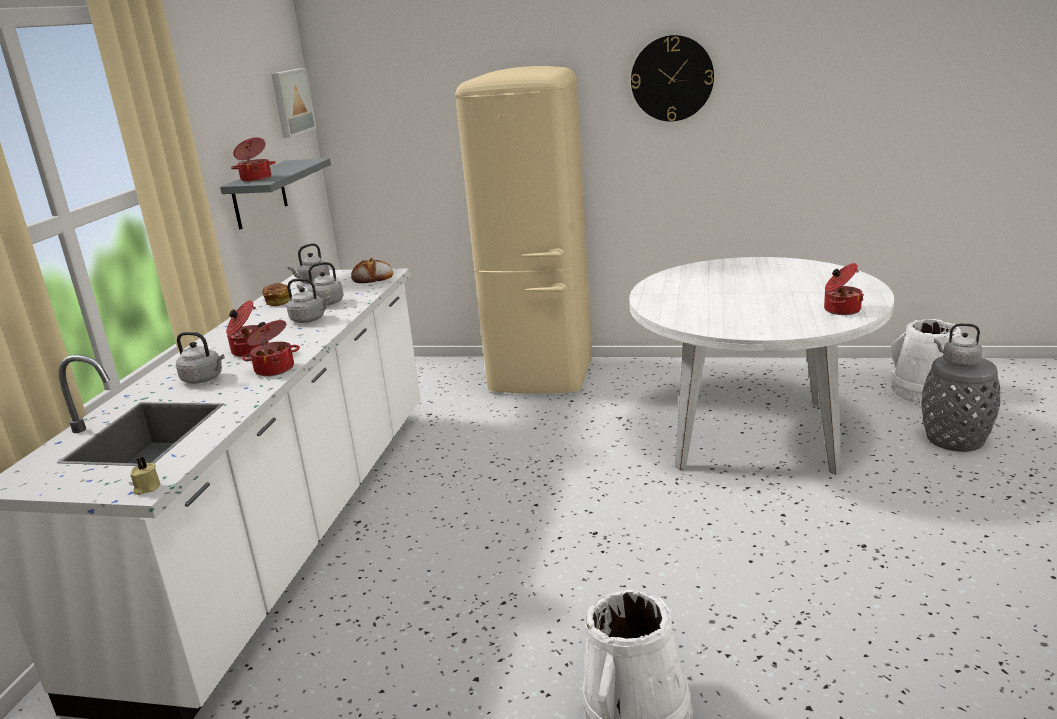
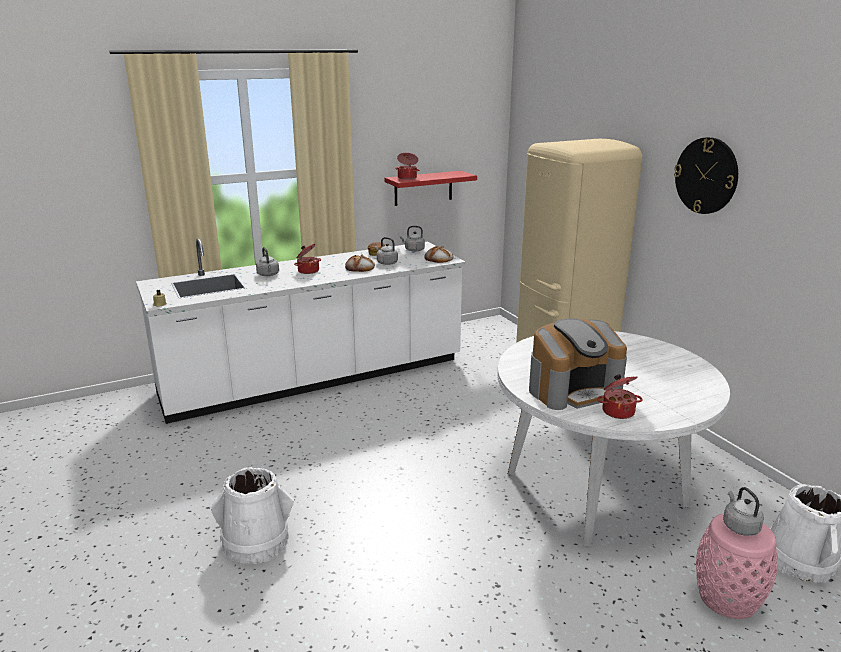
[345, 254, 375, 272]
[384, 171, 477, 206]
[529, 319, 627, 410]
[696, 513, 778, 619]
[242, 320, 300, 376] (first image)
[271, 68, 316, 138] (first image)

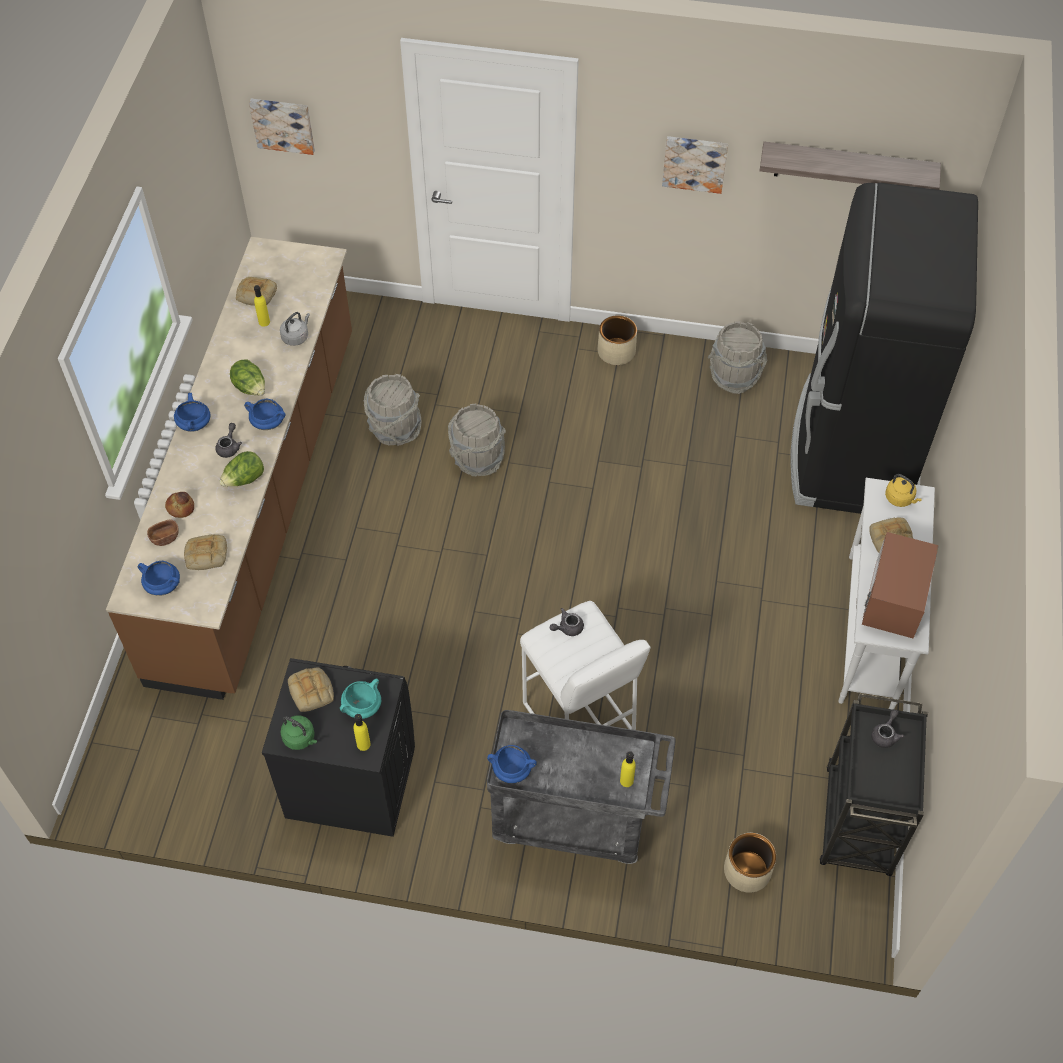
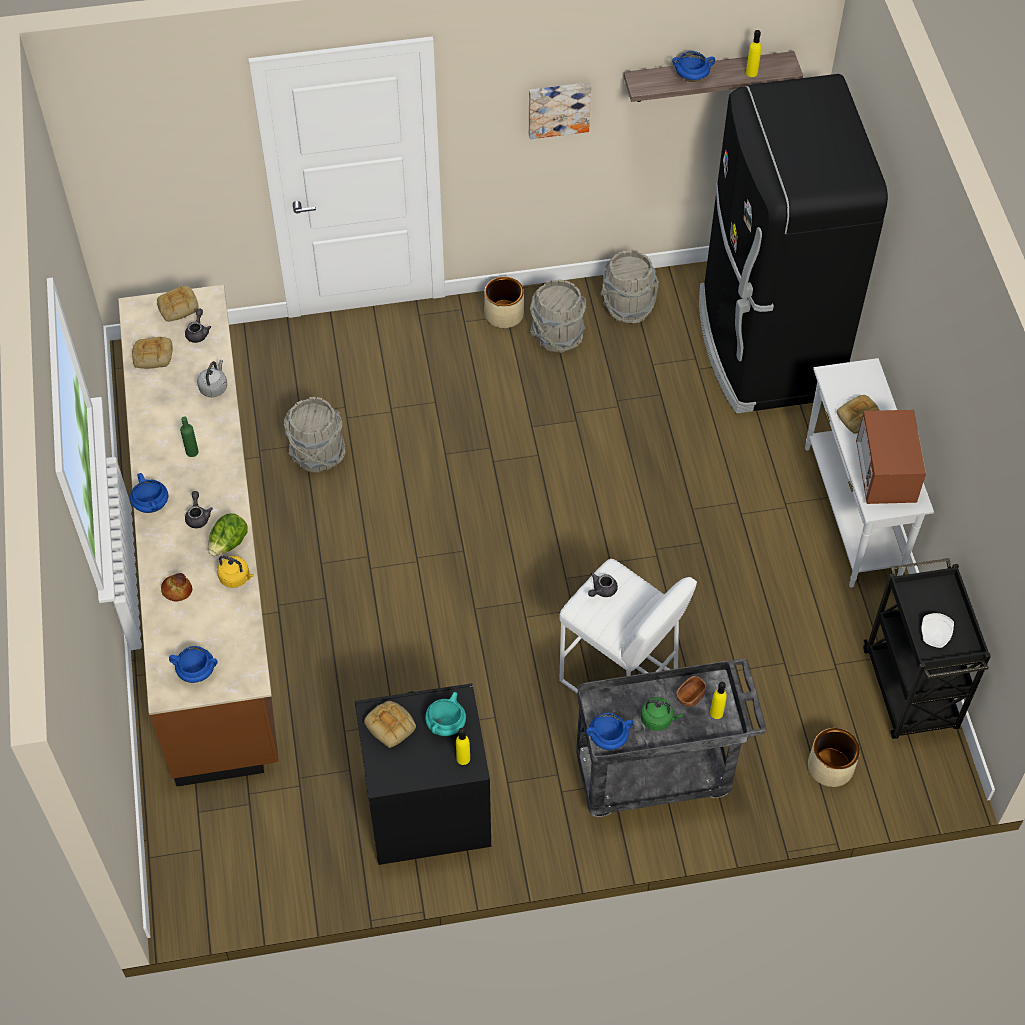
[157, 286, 199, 322]
[180, 417, 199, 457]
[185, 309, 211, 343]
[217, 556, 254, 588]
[530, 280, 587, 353]
[641, 697, 683, 731]
[672, 51, 715, 82]
[676, 676, 706, 707]
[746, 30, 761, 77]
[921, 613, 954, 648]
[249, 99, 315, 155] (first image)

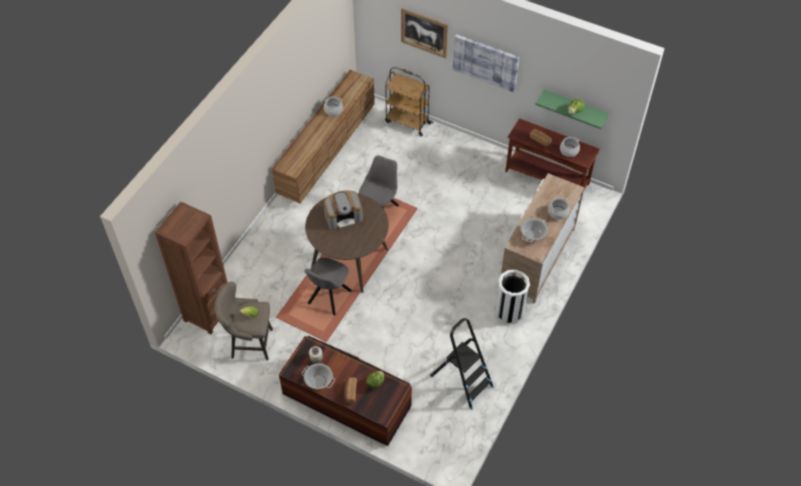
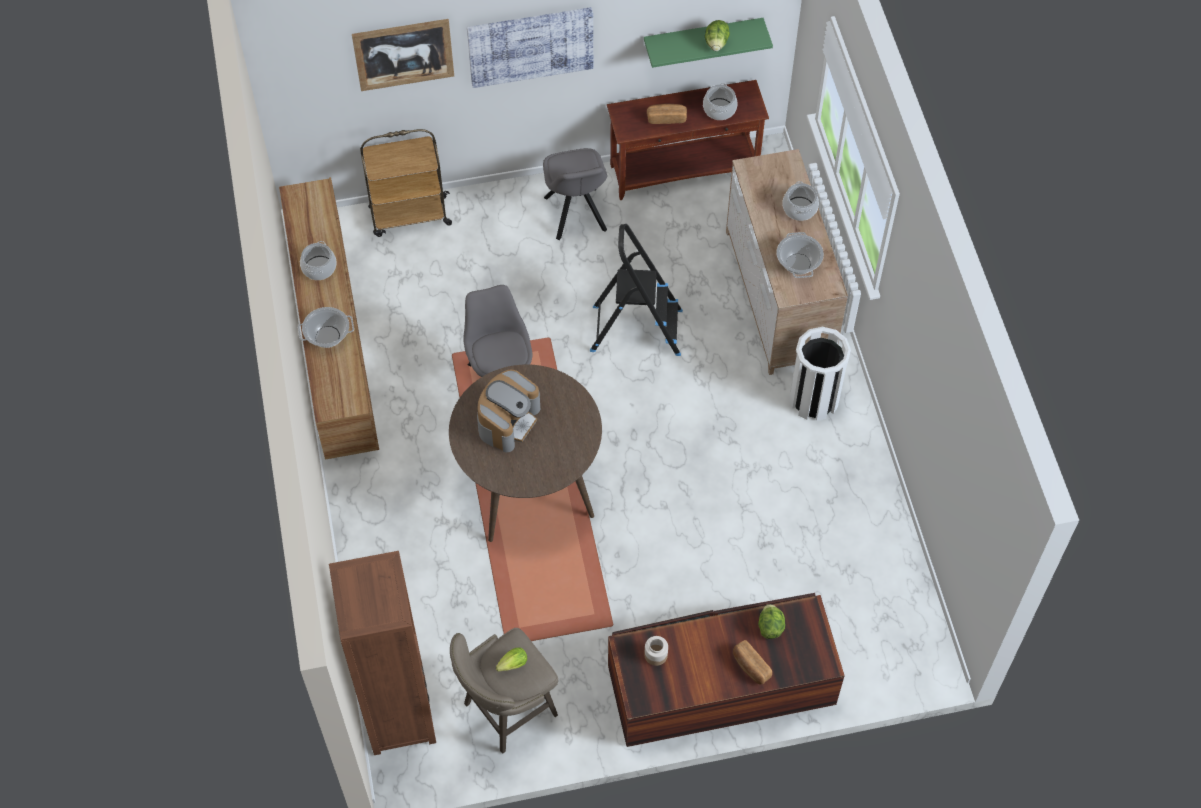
[298, 307, 354, 348]
[543, 148, 607, 240]
[590, 224, 683, 356]

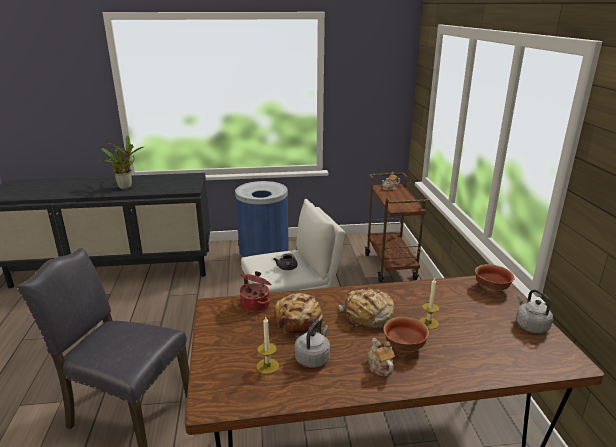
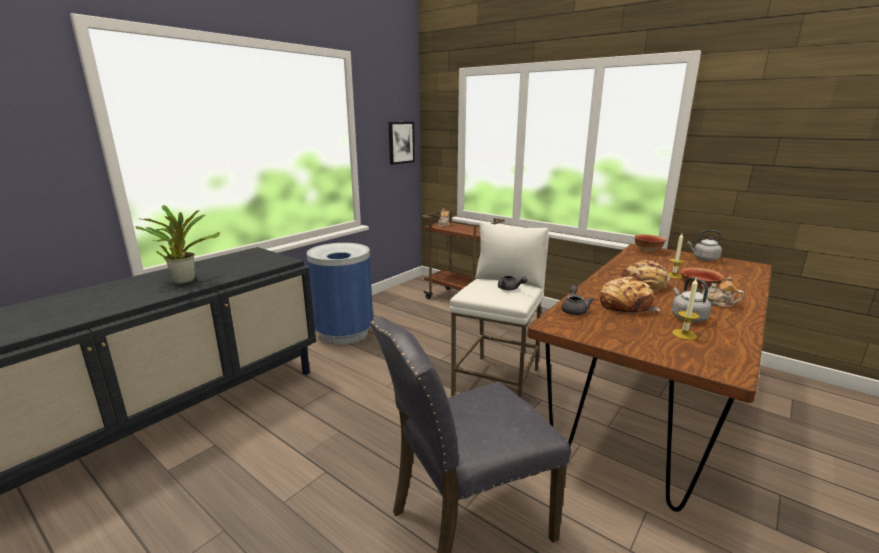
[389, 122, 415, 165]
[561, 285, 594, 315]

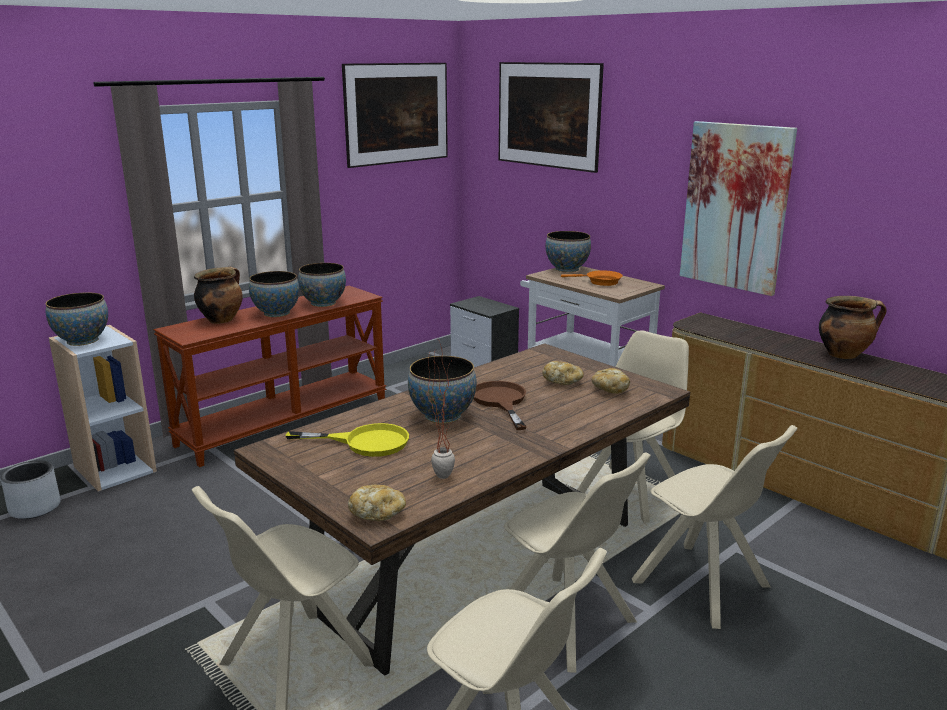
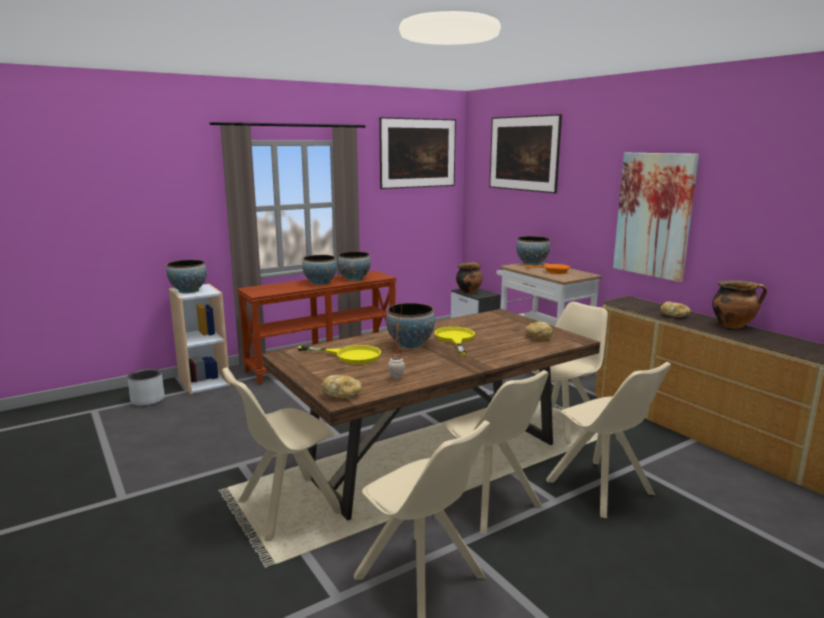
[435, 327, 475, 356]
[456, 262, 483, 294]
[660, 302, 691, 317]

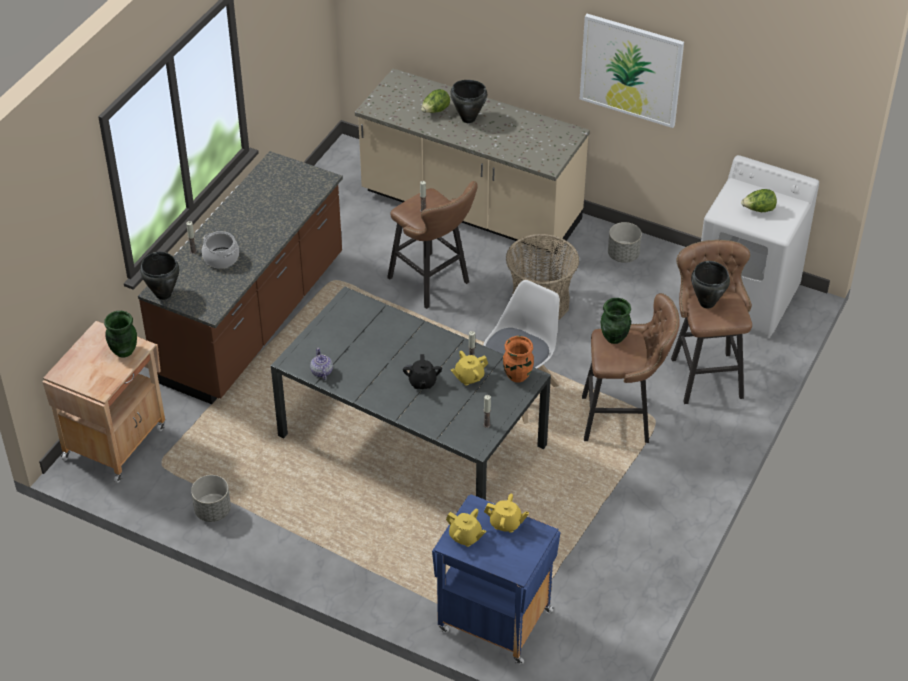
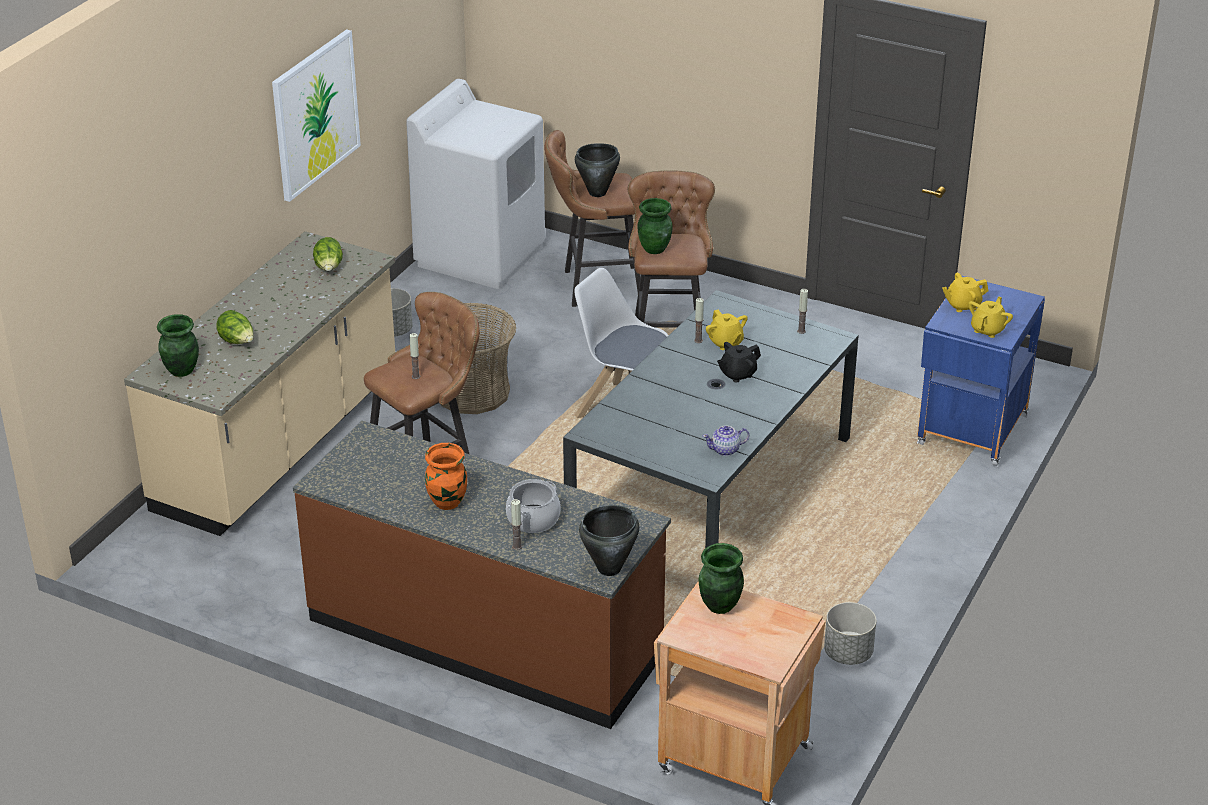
[157, 314, 199, 377]
[313, 237, 343, 271]
[425, 443, 467, 510]
[717, 342, 761, 383]
[942, 273, 988, 312]
[450, 80, 487, 123] (first image)

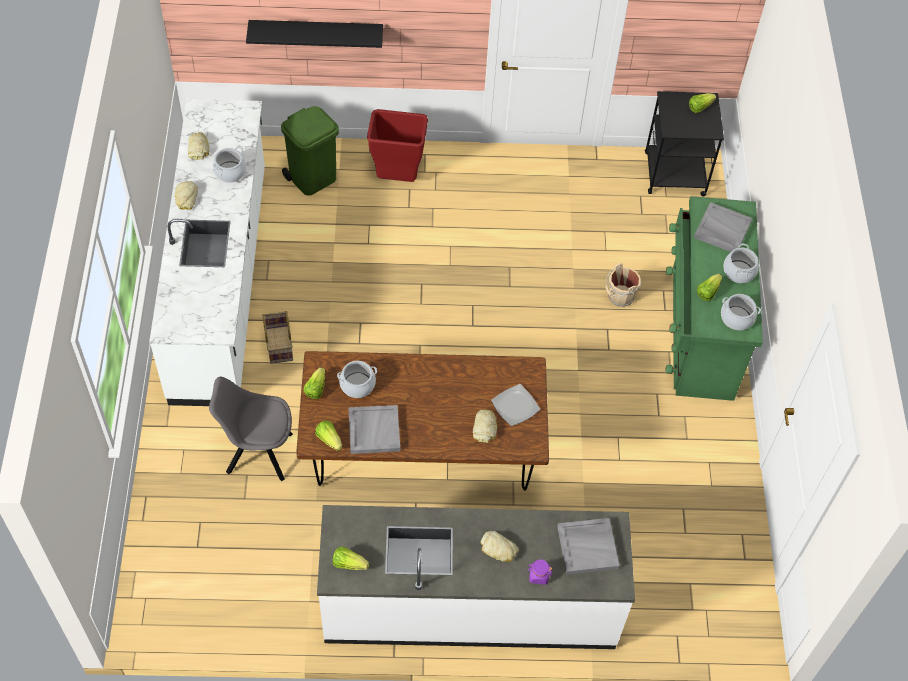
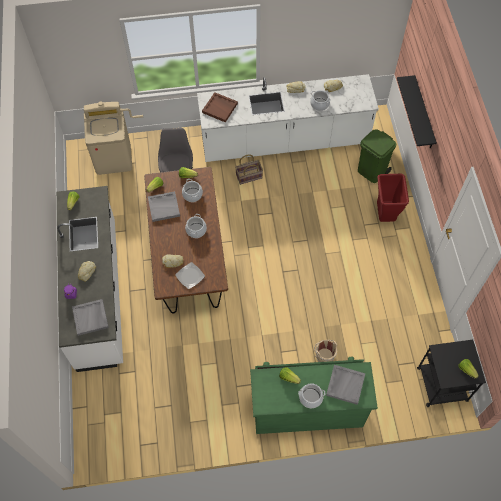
[84, 101, 143, 175]
[185, 214, 207, 238]
[202, 92, 238, 123]

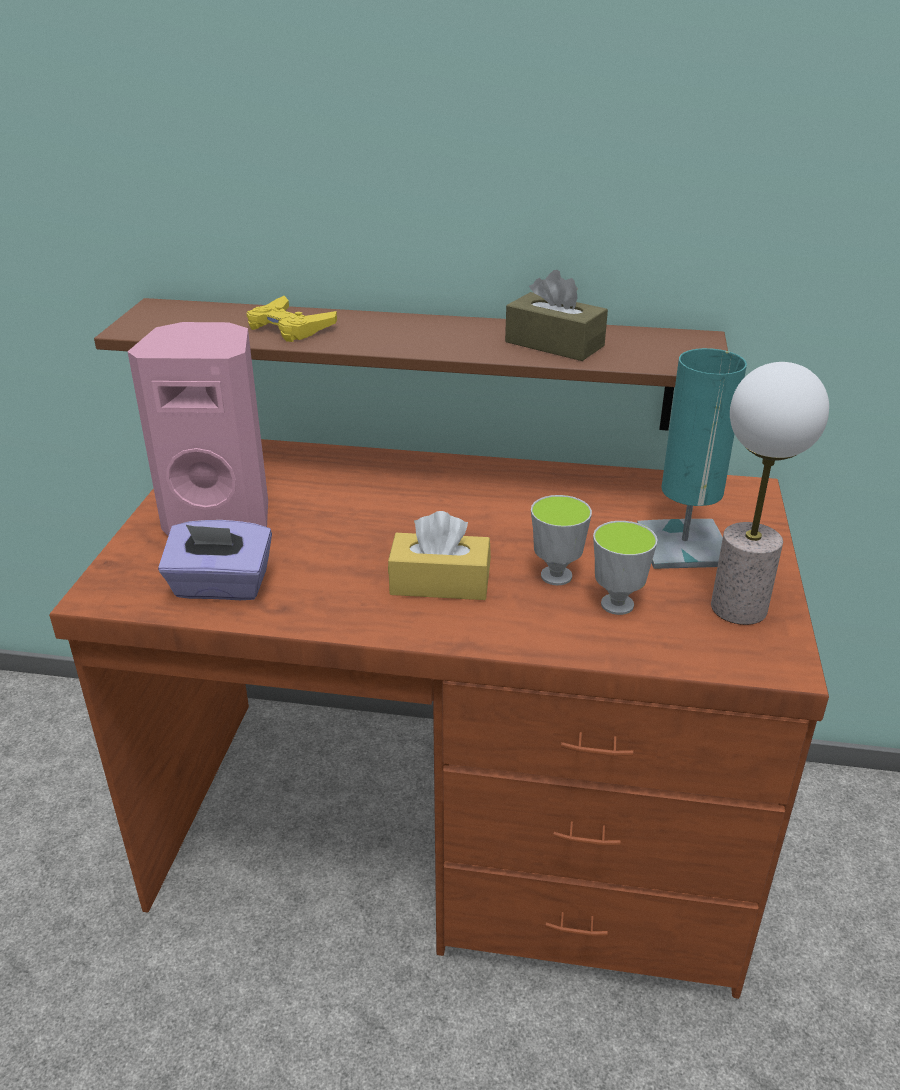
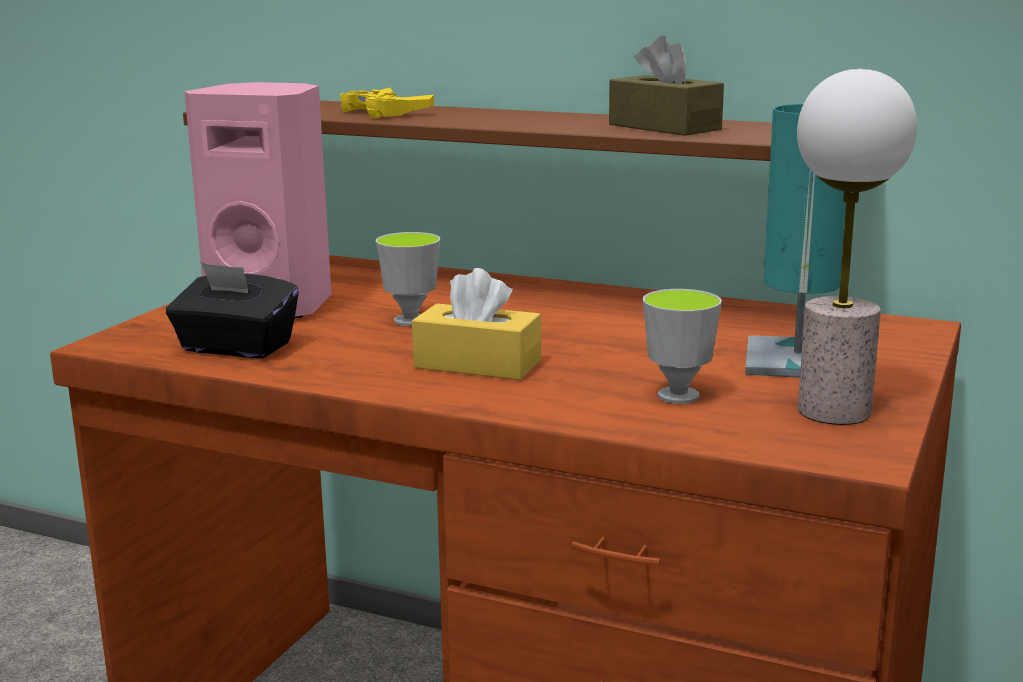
[166, 262, 299, 358]
[376, 232, 440, 326]

